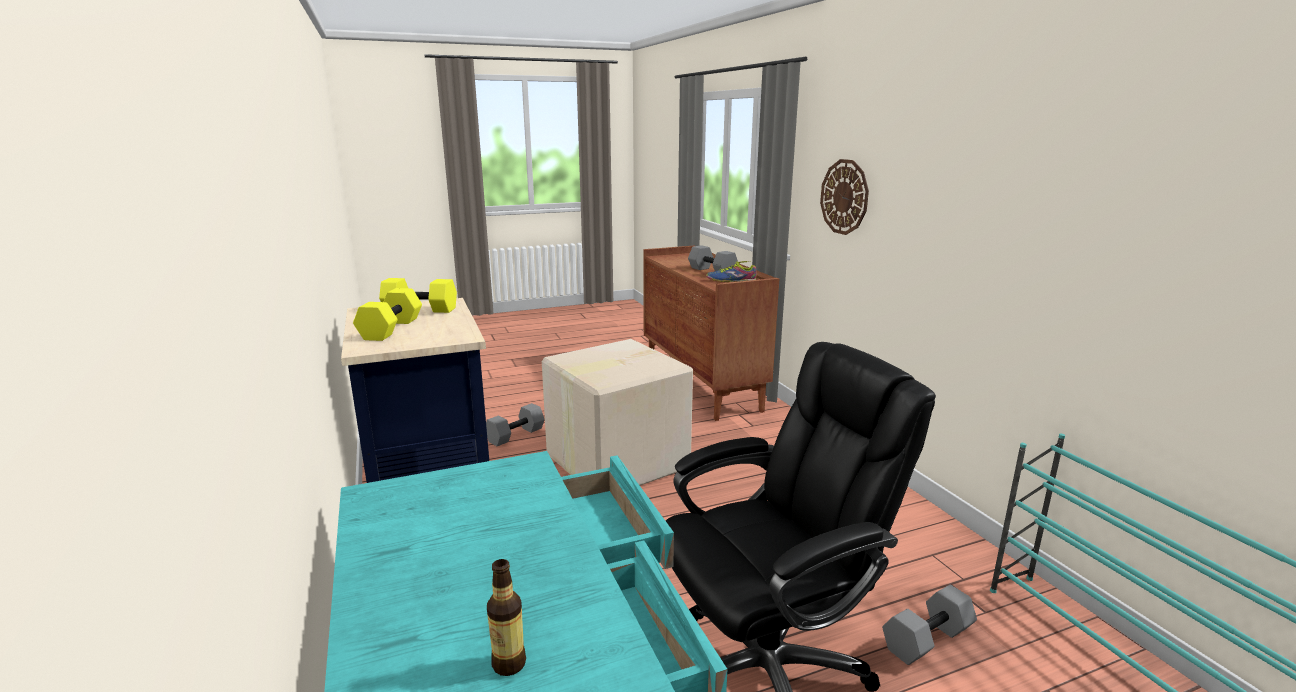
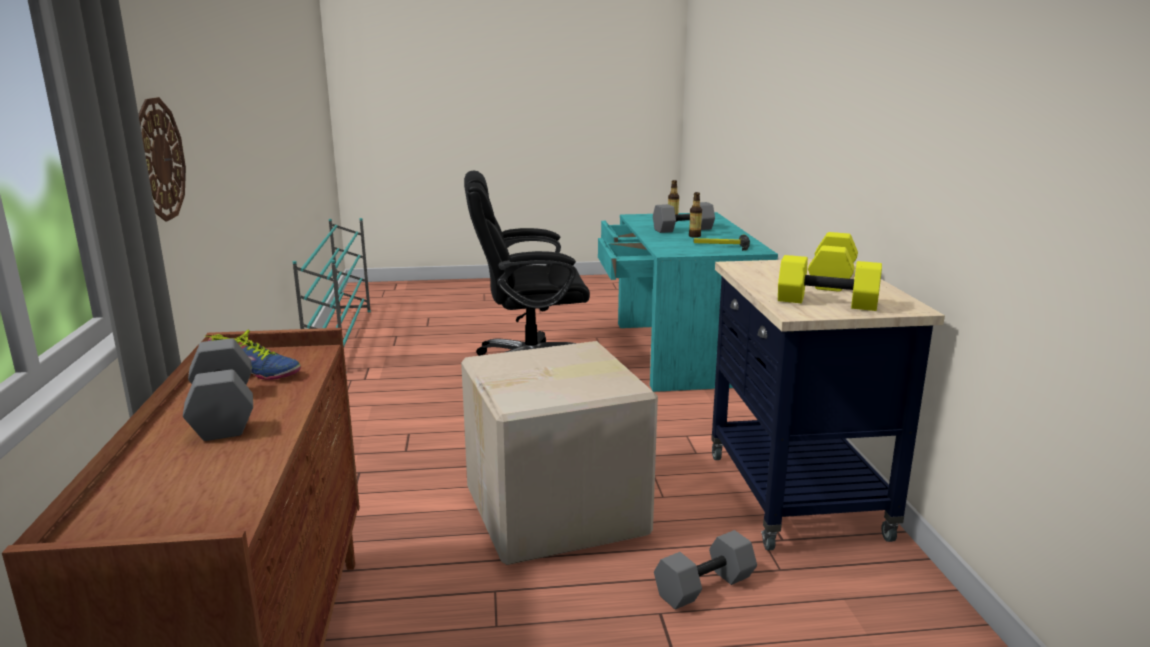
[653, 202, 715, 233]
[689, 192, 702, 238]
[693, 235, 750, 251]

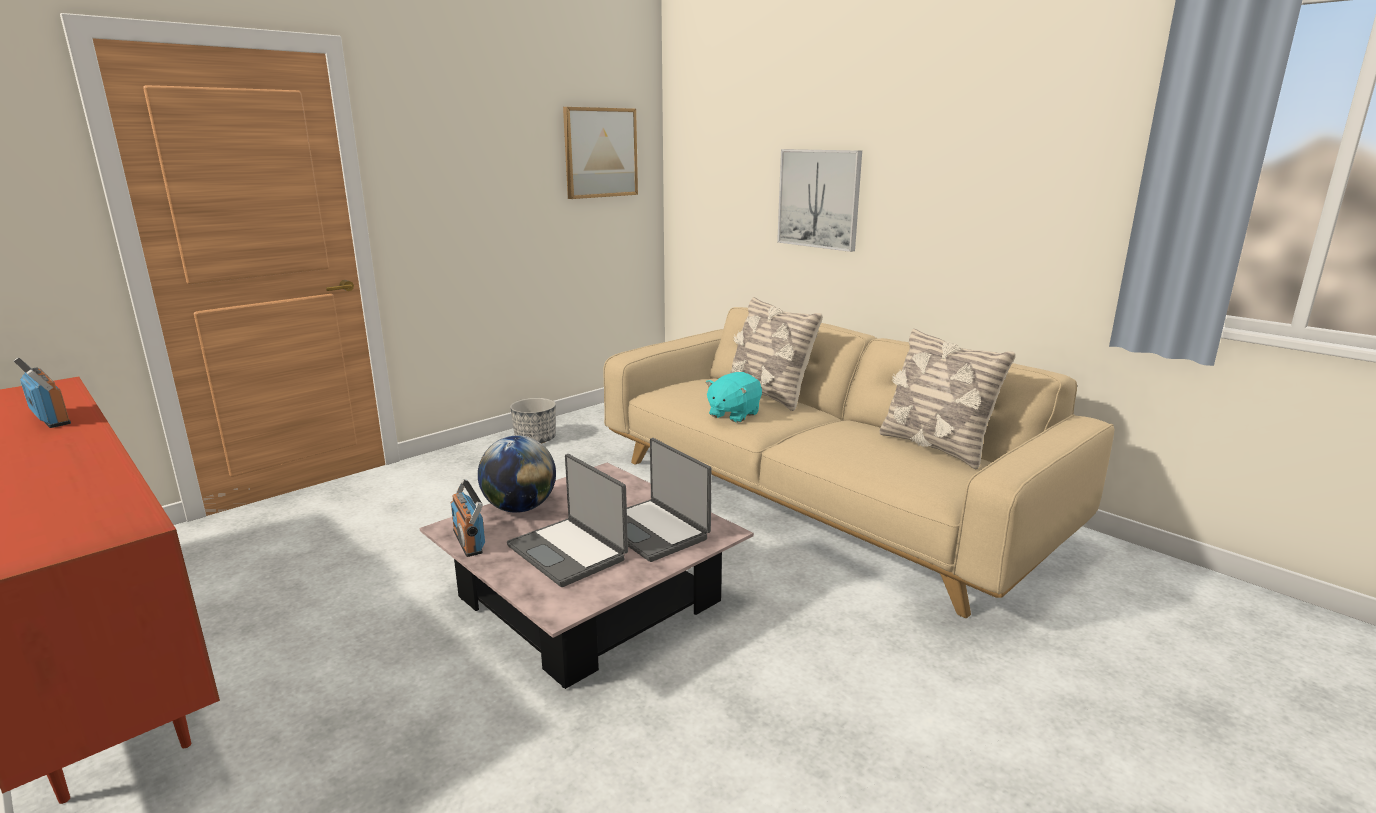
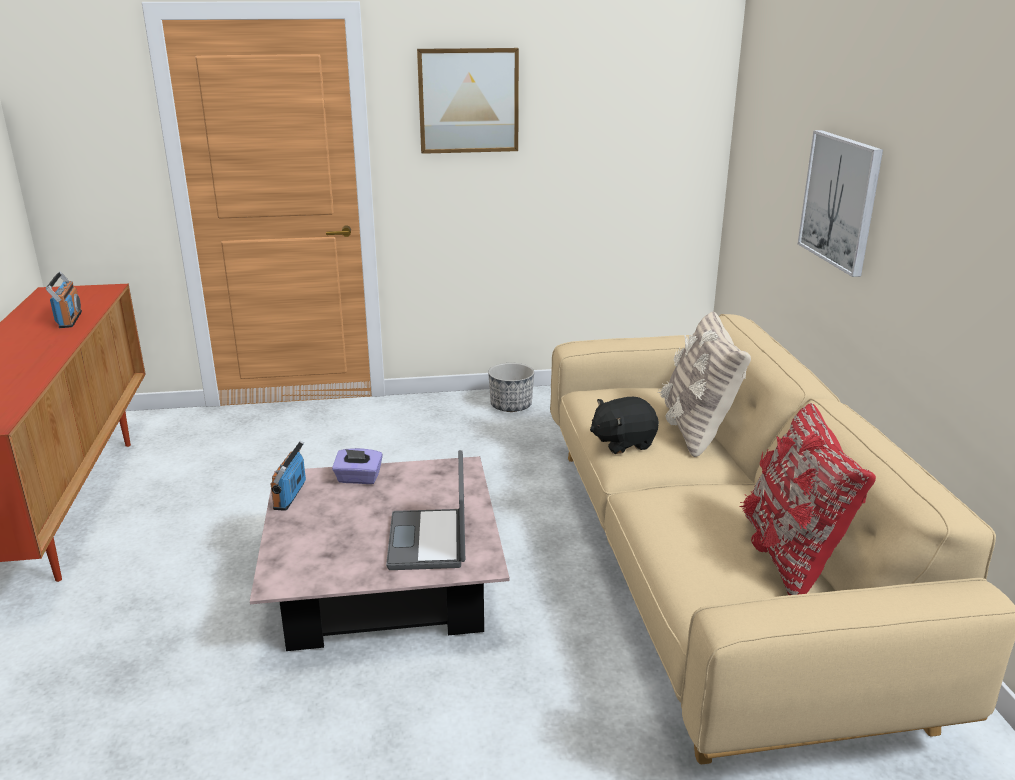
[332, 448, 383, 484]
[417, 48, 519, 154]
[590, 397, 659, 454]
[739, 403, 876, 595]
[507, 454, 628, 587] (first image)

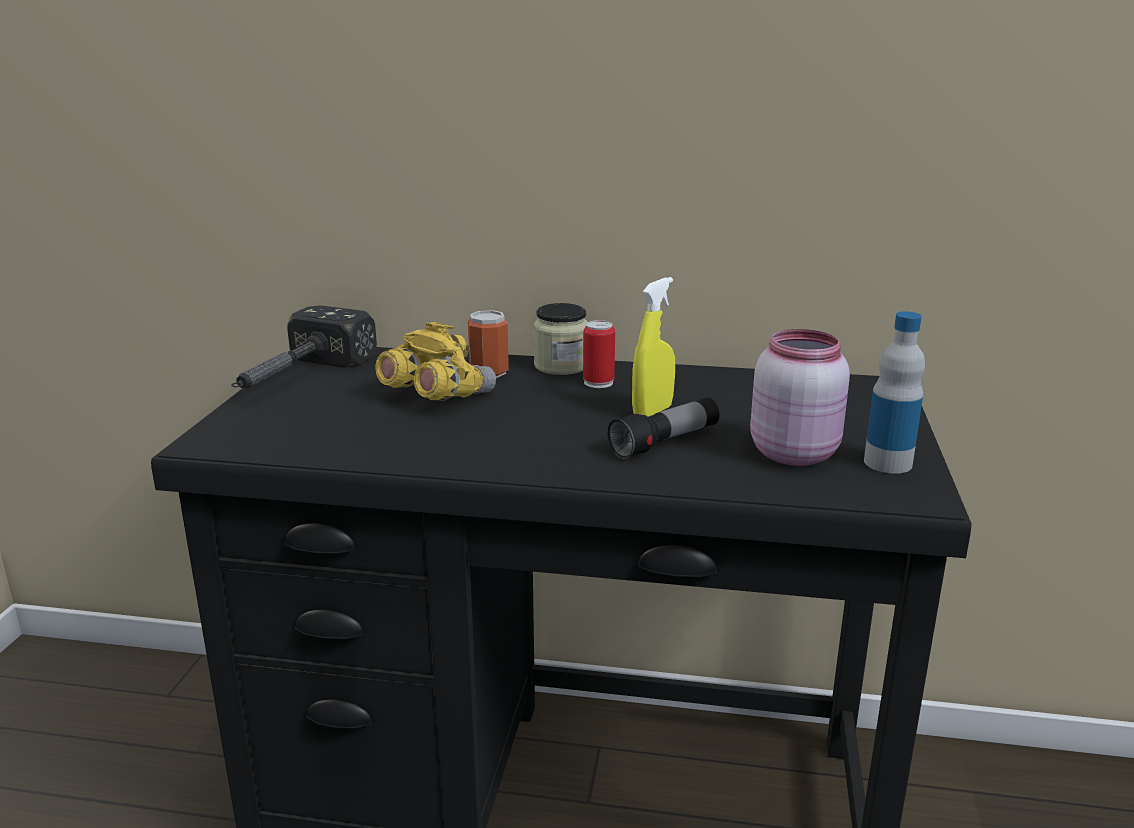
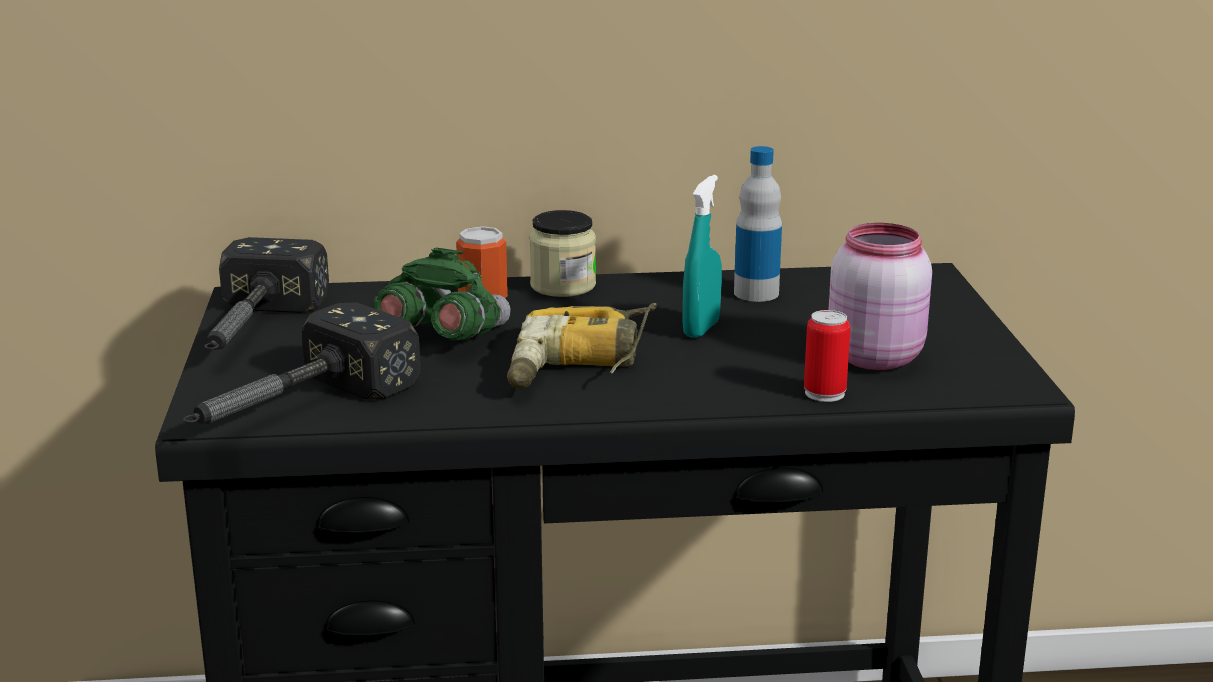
[183, 302, 421, 424]
[373, 247, 511, 341]
[507, 303, 657, 389]
[682, 175, 722, 338]
[734, 146, 782, 302]
[804, 310, 851, 402]
[607, 397, 720, 459] (first image)

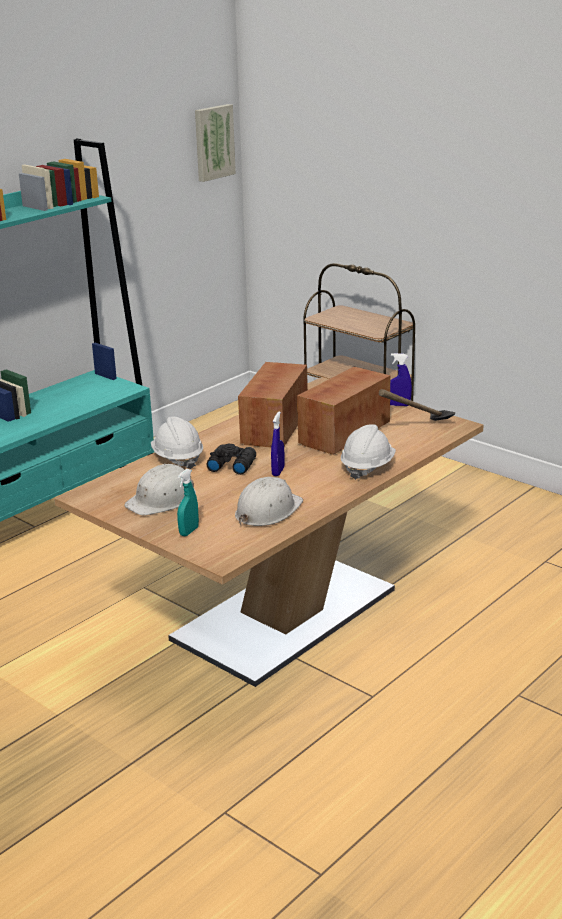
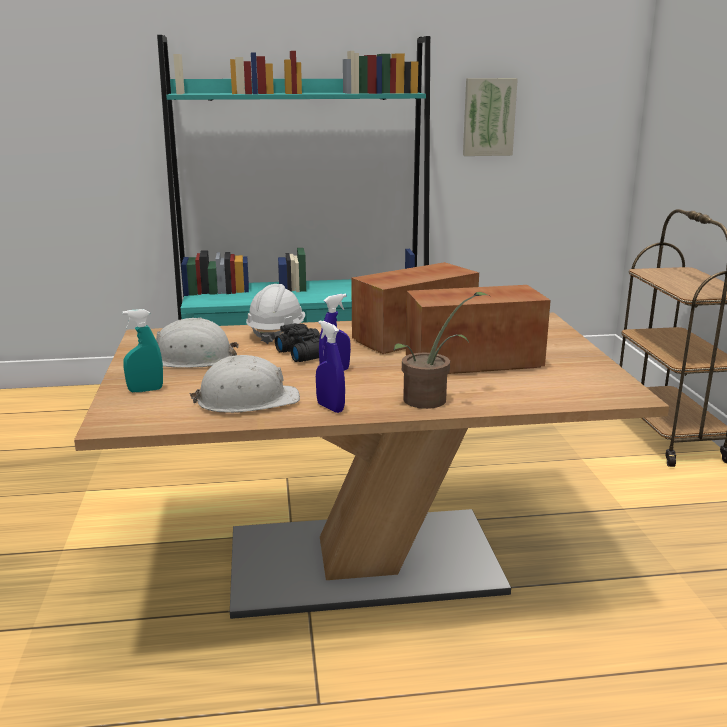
[316, 320, 345, 413]
[393, 292, 491, 409]
[463, 78, 518, 156]
[379, 389, 455, 421] (first image)

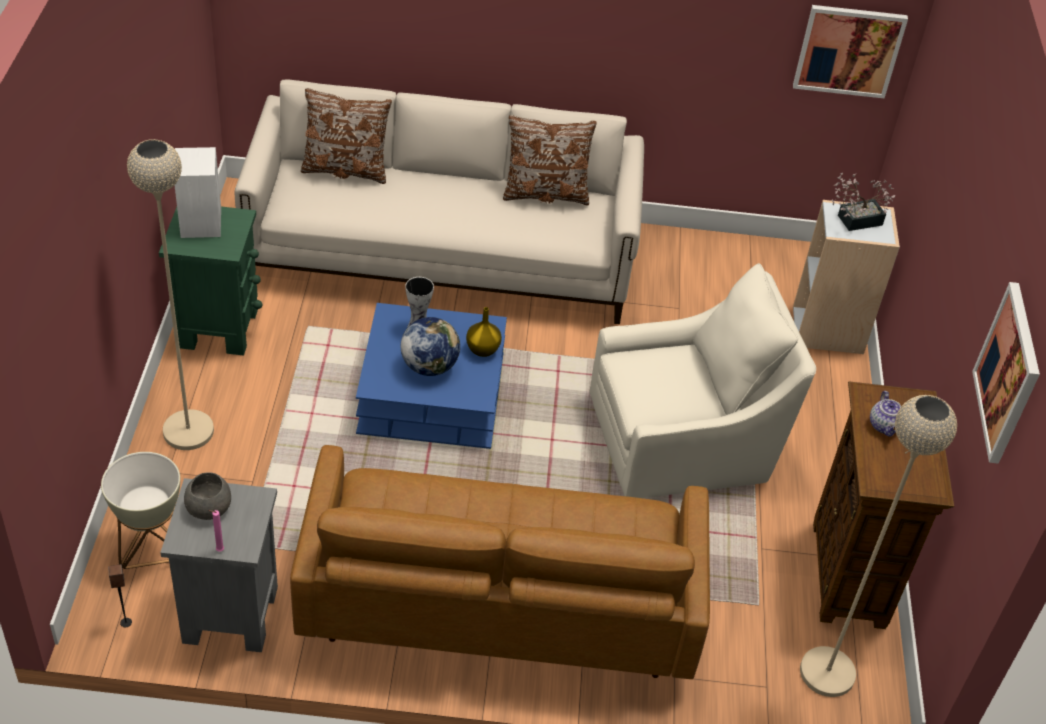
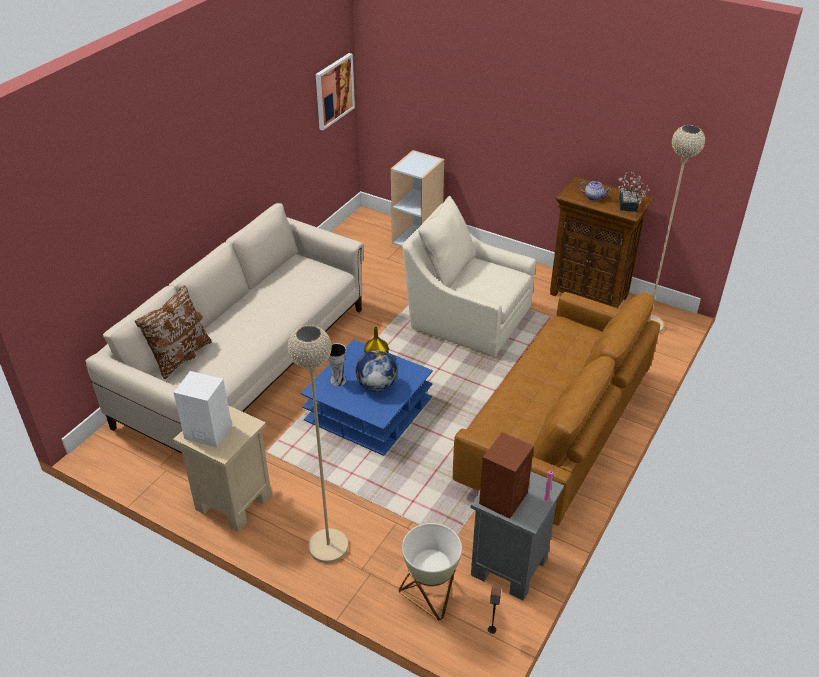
[173, 405, 272, 532]
[402, 196, 536, 357]
[479, 432, 534, 519]
[618, 171, 650, 212]
[503, 115, 597, 206] (first image)
[972, 282, 1040, 464] (first image)

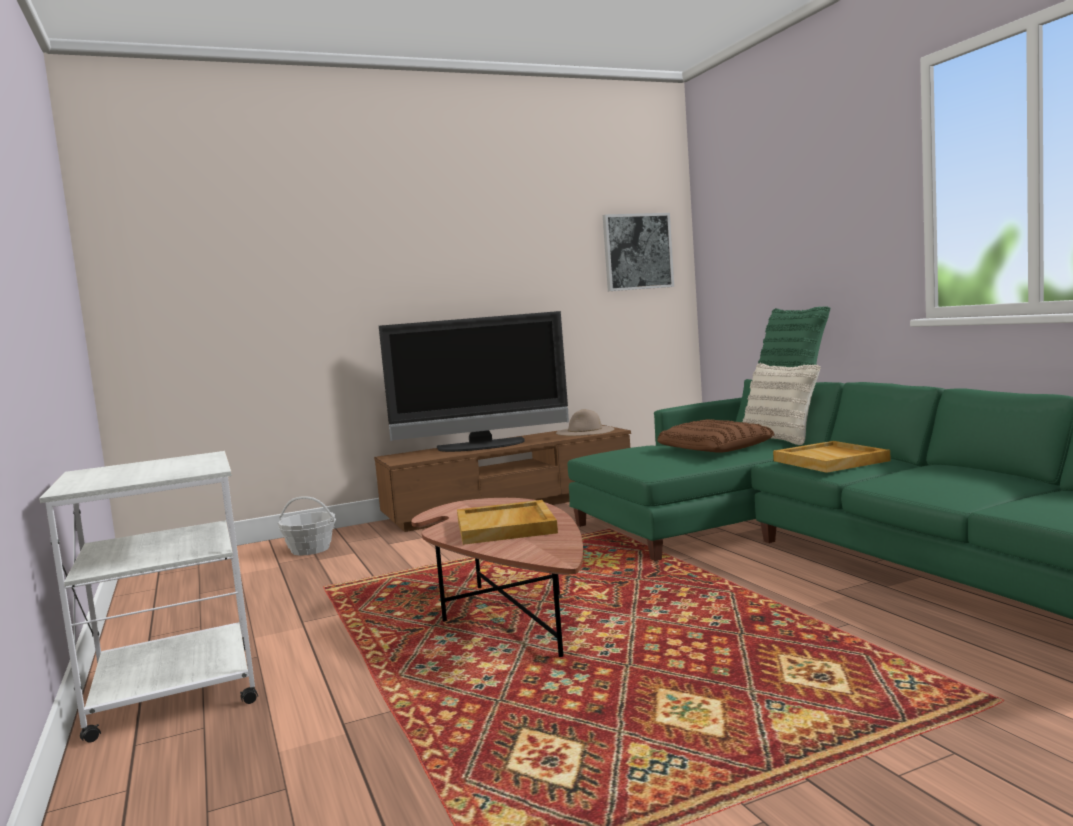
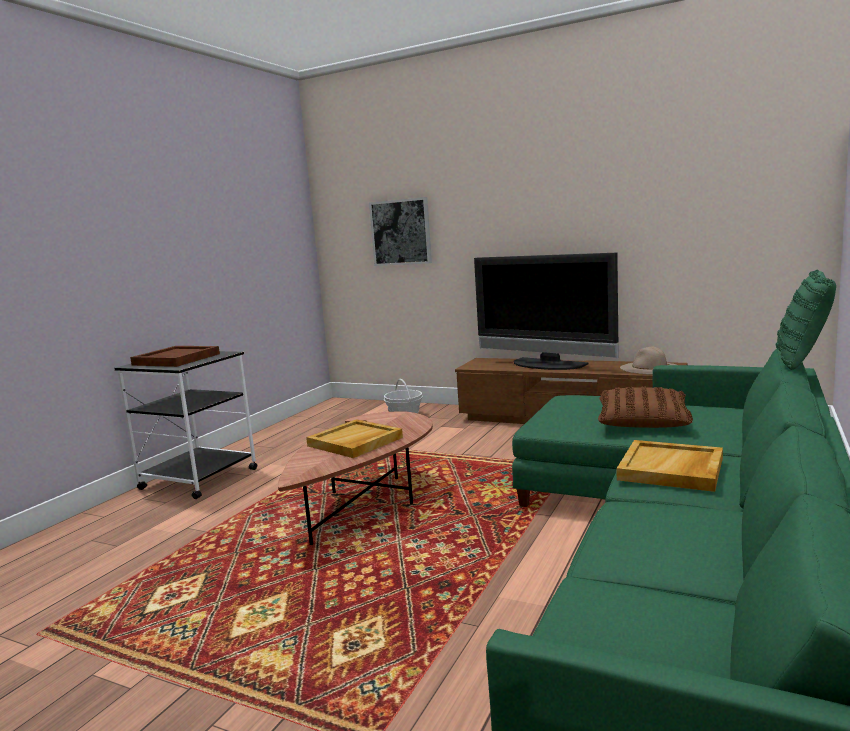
[114, 351, 258, 499]
[130, 346, 220, 367]
[369, 197, 432, 266]
[743, 363, 821, 445] (first image)

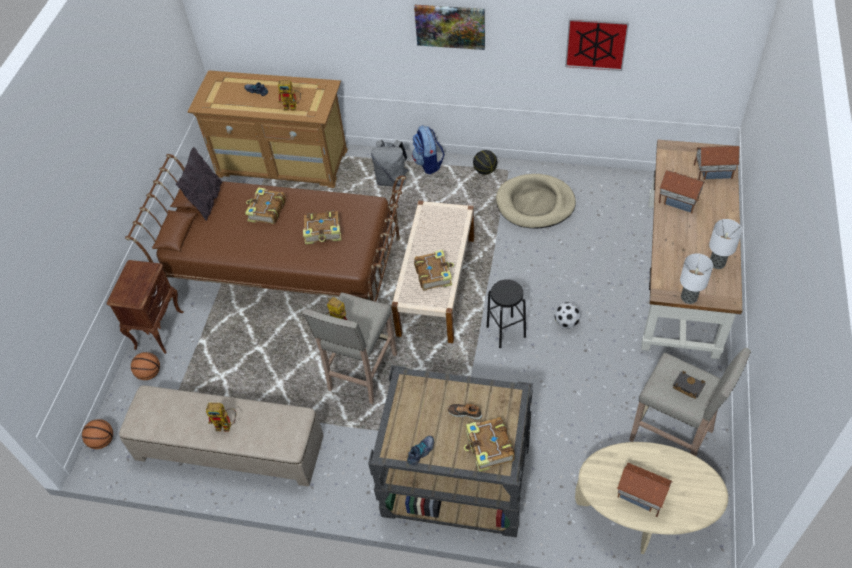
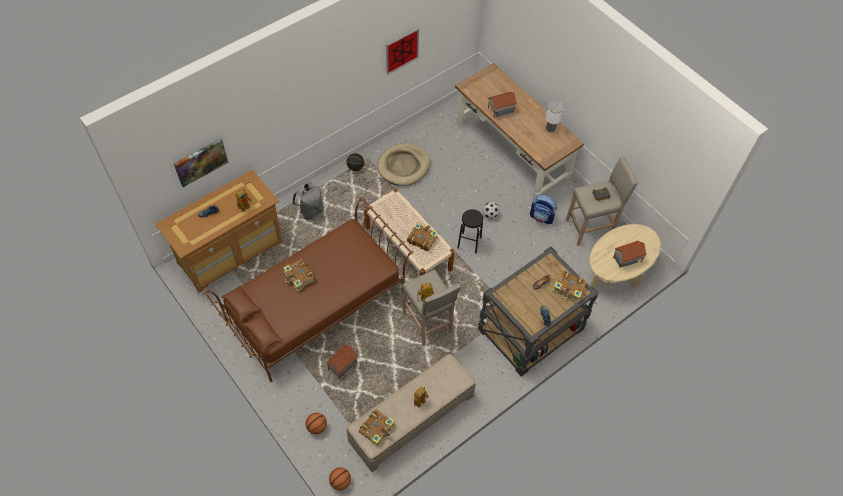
[174, 139, 228, 187]
[326, 345, 358, 378]
[359, 409, 395, 447]
[530, 194, 558, 225]
[107, 260, 184, 354] (first image)
[176, 147, 222, 221] (first image)
[680, 253, 713, 304] (first image)

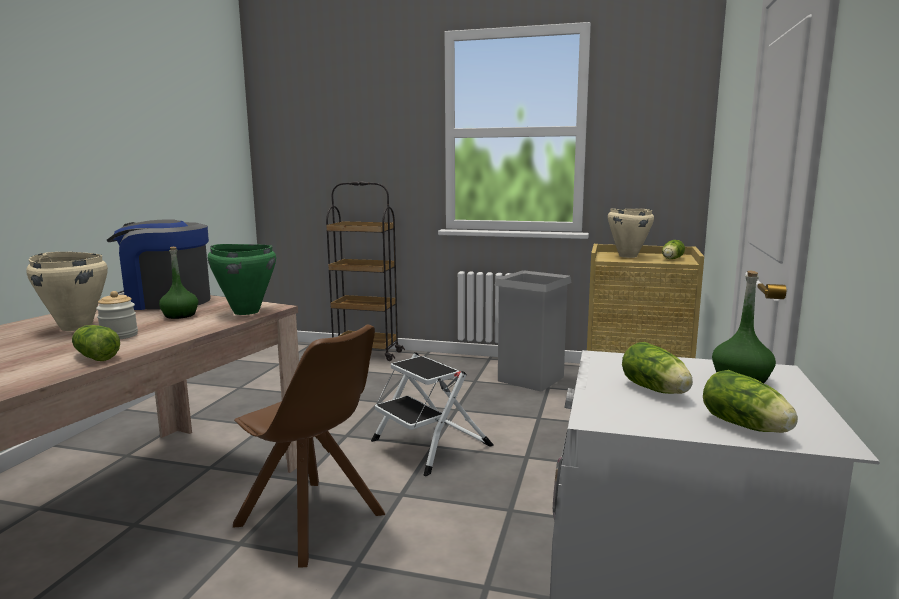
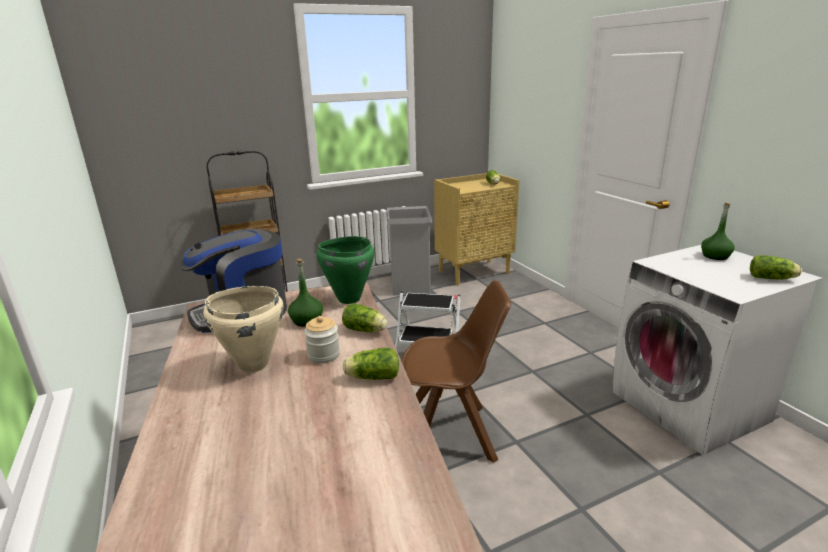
[342, 304, 388, 332]
[608, 208, 654, 258] (first image)

